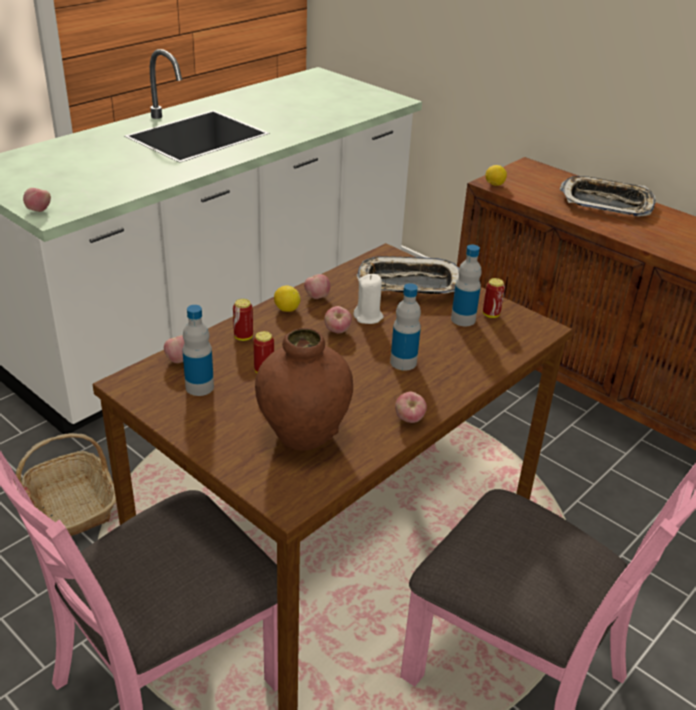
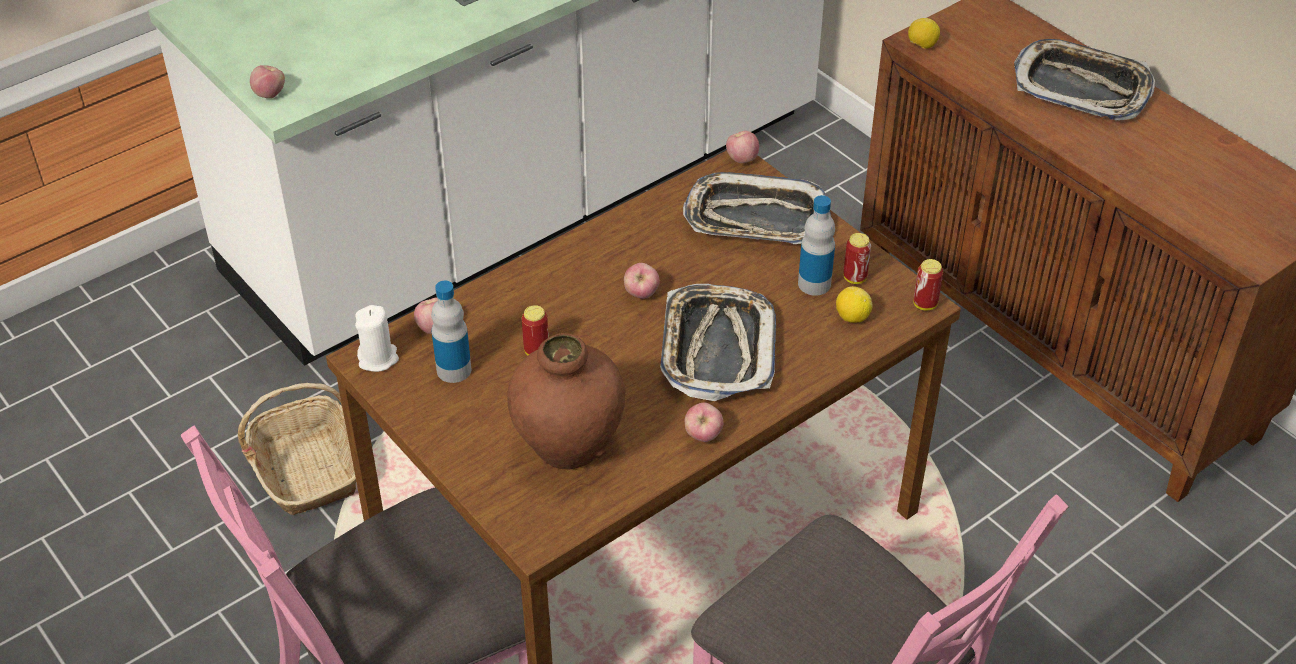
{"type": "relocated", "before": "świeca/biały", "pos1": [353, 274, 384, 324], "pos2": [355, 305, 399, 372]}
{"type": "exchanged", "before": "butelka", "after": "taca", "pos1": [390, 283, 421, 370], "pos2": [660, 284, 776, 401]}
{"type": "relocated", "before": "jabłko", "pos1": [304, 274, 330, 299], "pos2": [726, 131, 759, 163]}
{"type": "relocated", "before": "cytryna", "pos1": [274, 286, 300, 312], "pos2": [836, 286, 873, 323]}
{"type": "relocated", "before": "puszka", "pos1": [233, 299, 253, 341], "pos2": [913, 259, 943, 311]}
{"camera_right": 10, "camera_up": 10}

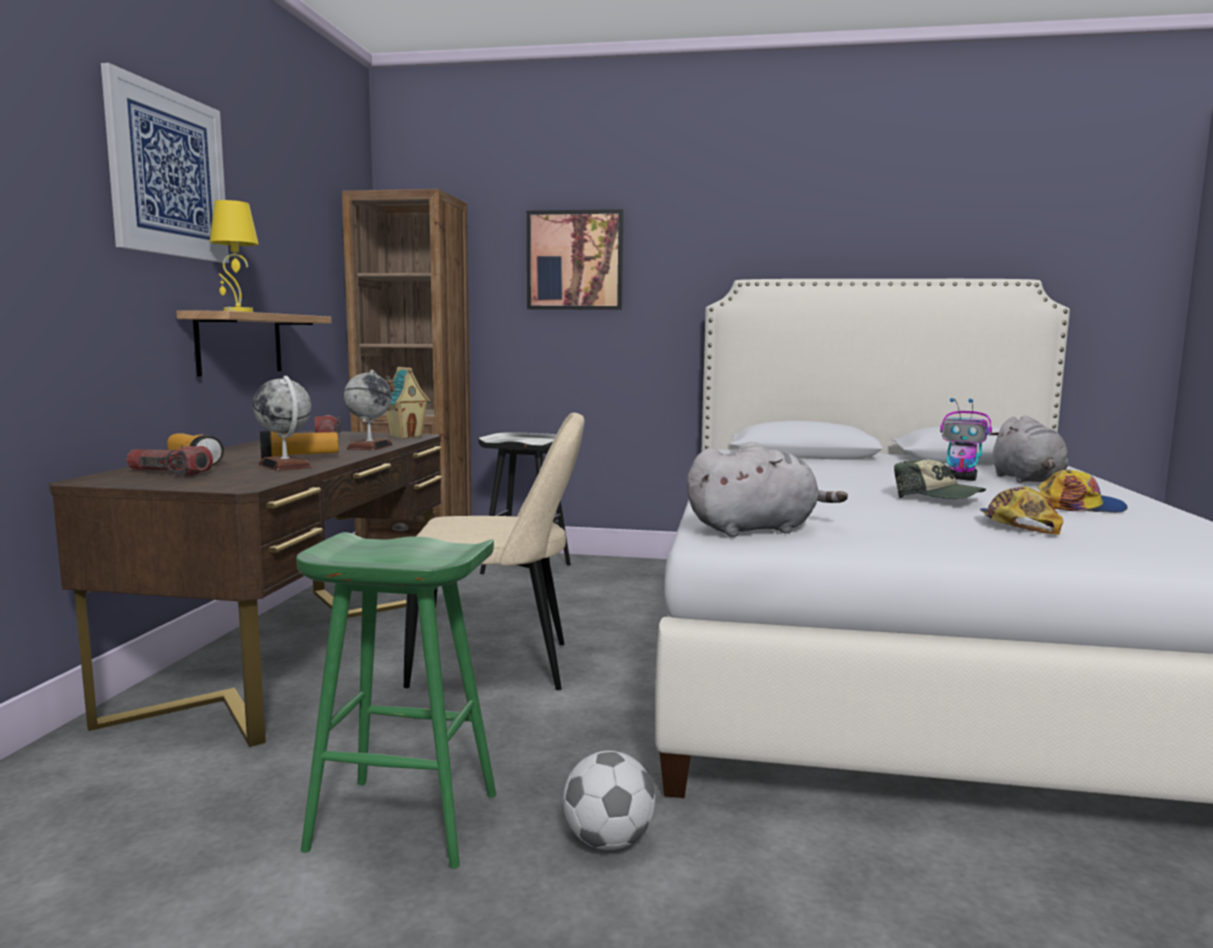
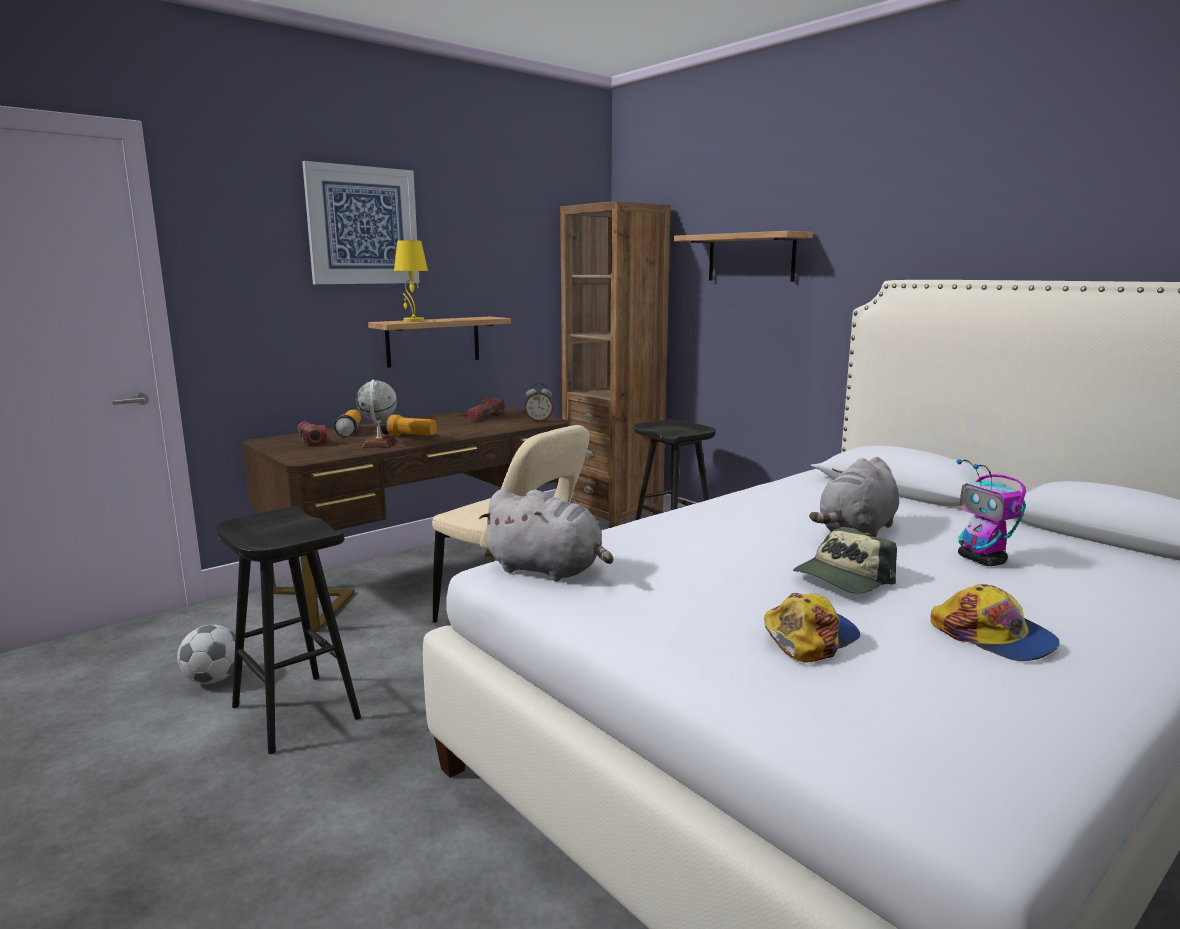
{"type": "relocated", "before": "piłka futbolowa", "pos1": [563, 751, 655, 850], "pos2": [177, 625, 236, 684]}
{"type": "colour", "before": "stołek/zielony", "after": "stołek/czarny", "pos1": [296, 532, 496, 869], "pos2": [216, 506, 361, 754]}
{"type": "exchanged", "before": "domek", "after": "budzik", "pos1": [385, 367, 431, 438], "pos2": [525, 383, 553, 422]}
{"type": "exchanged", "before": "obraz", "after": "półka", "pos1": [527, 209, 623, 310], "pos2": [674, 231, 813, 282]}
{"type": "spun", "before": "czapka z daszkiem", "pos1": [894, 460, 986, 499], "pos2": [793, 527, 897, 594], "turn": 60}
{"type": "relocated", "before": "pluszak/szary", "pos1": [991, 415, 1068, 483], "pos2": [809, 457, 899, 537]}
{"type": "missing", "before": "globus", "pos1": [344, 370, 393, 450]}
{"camera_right": 40, "camera_up": 5}

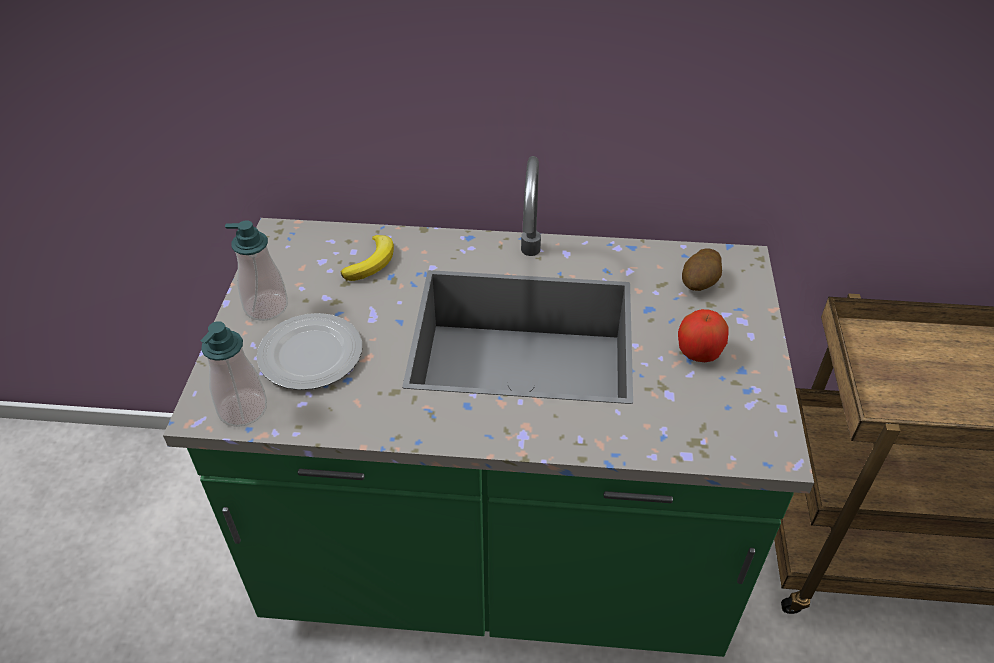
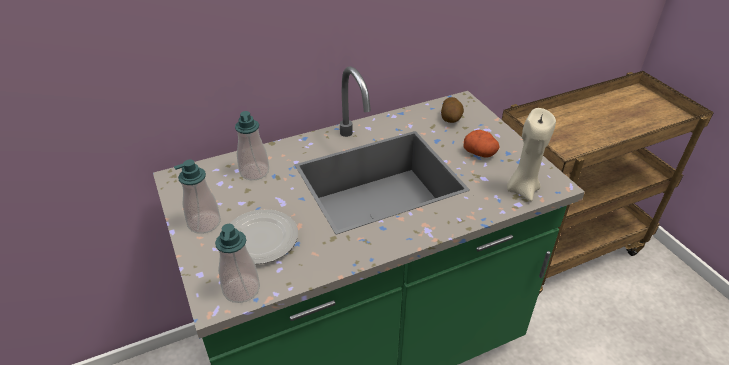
{"type": "exchanged", "before": "banan", "after": "dozownik mydła", "pos1": [341, 235, 394, 281], "pos2": [235, 111, 269, 180]}
{"type": "exchanged", "before": "jabłko", "after": "ziemniak", "pos1": [678, 309, 729, 362], "pos2": [463, 130, 500, 158]}
{"type": "appeared", "after": "świeca/beżowy", "pos2": [507, 108, 556, 201]}
{"camera_right": -30, "camera_up": -5}

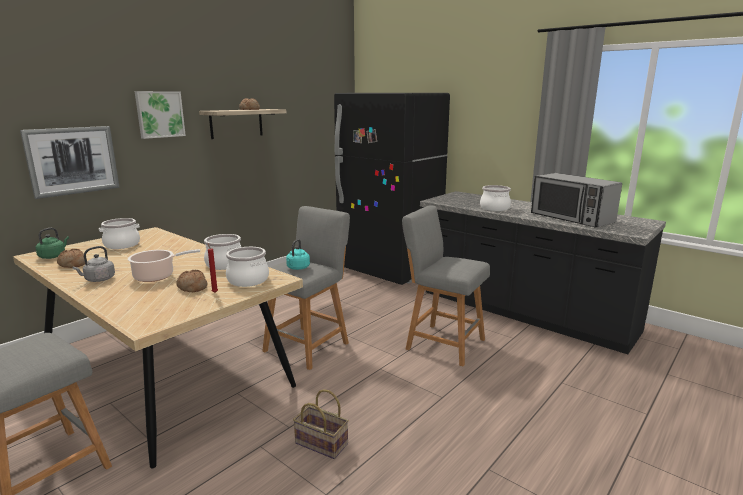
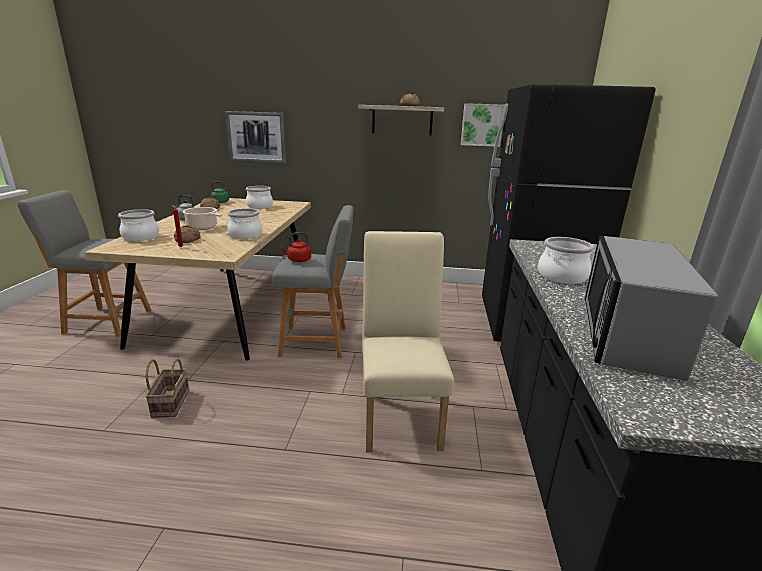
{"type": "relocated", "before": "garnek", "pos1": [226, 247, 269, 287], "pos2": [118, 209, 159, 241]}
{"type": "colour", "before": "czajnik/turkusowy", "after": "czajnik/czerwony", "pos1": [286, 239, 310, 270], "pos2": [280, 232, 311, 262]}
{"type": "exchanged", "before": "stołek/szary", "after": "krzesło/beżowy", "pos1": [402, 205, 490, 366], "pos2": [363, 231, 454, 452]}
{"type": "relocated", "before": "obraz", "pos1": [135, 91, 186, 139], "pos2": [461, 103, 505, 147]}
{"camera_right": 55, "camera_up": 5}

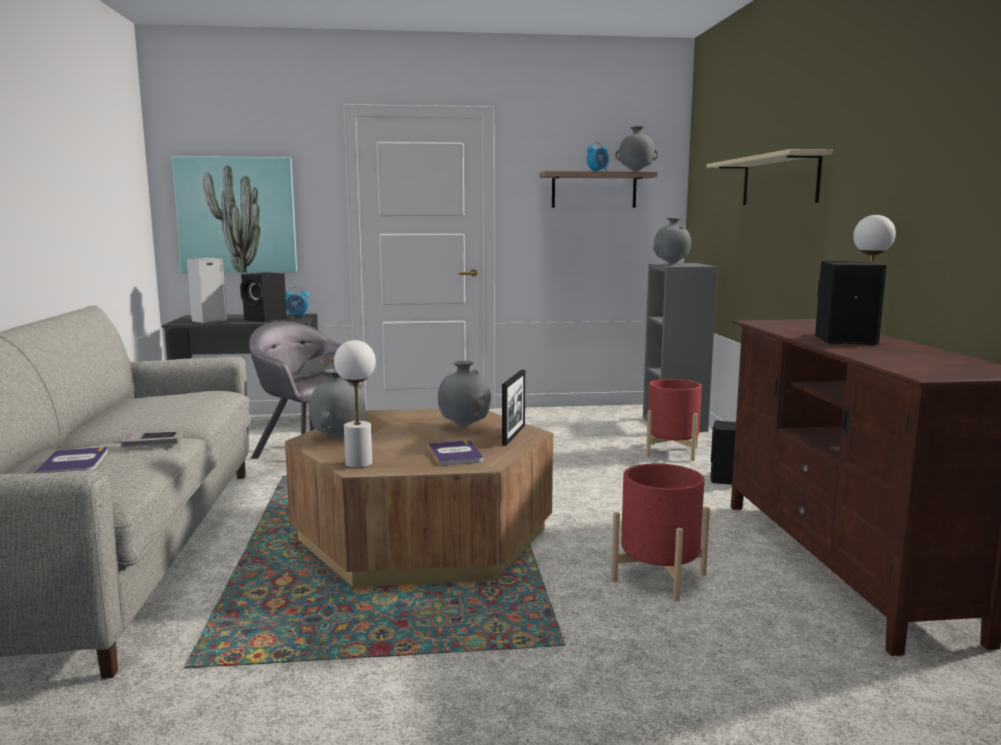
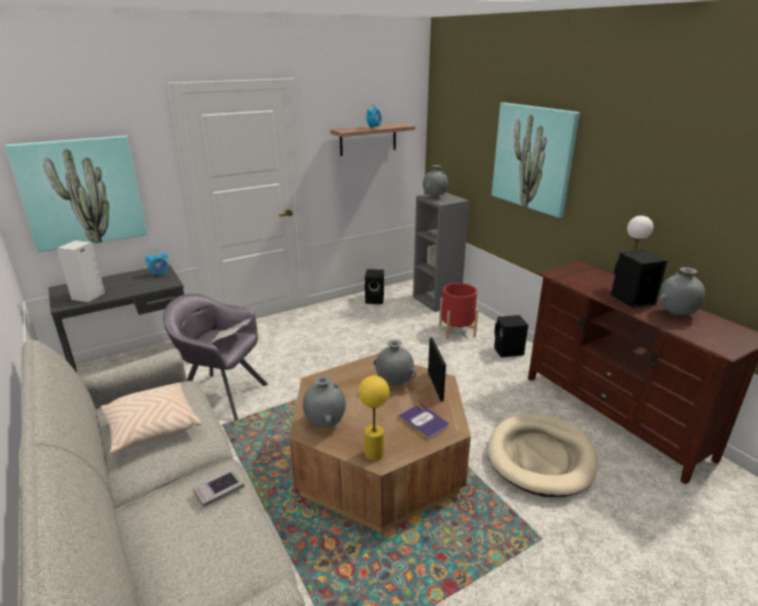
{"type": "appeared", "after": "poduszka/beżowy", "pos2": [100, 383, 202, 453]}
{"type": "colour", "before": "lampa stołowa/biały", "after": "lampa stołowa/żółty", "pos1": [334, 340, 376, 468], "pos2": [358, 376, 390, 461]}
{"type": "relocated", "before": "głośnik/czarny", "pos1": [240, 272, 287, 322], "pos2": [365, 269, 384, 304]}
{"type": "exchanged", "before": "donica/czerwony", "after": "legowisko/beżowy", "pos1": [611, 464, 710, 601], "pos2": [487, 414, 598, 497]}
{"type": "exchanged", "before": "półka/beżowy", "after": "obraz", "pos1": [707, 149, 832, 205], "pos2": [492, 103, 580, 218]}
{"type": "relocated", "before": "wazon/szary", "pos1": [615, 126, 658, 172], "pos2": [659, 267, 705, 315]}
{"type": "missing", "before": "książka", "pos1": [34, 447, 108, 473]}
{"camera_right": -25, "camera_up": 15}

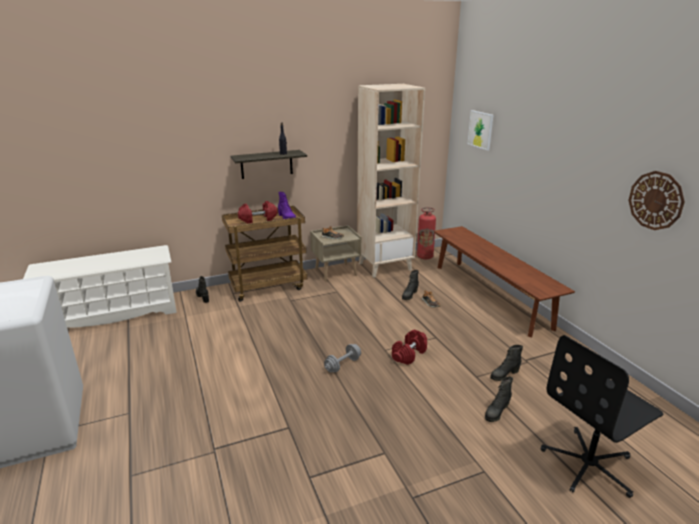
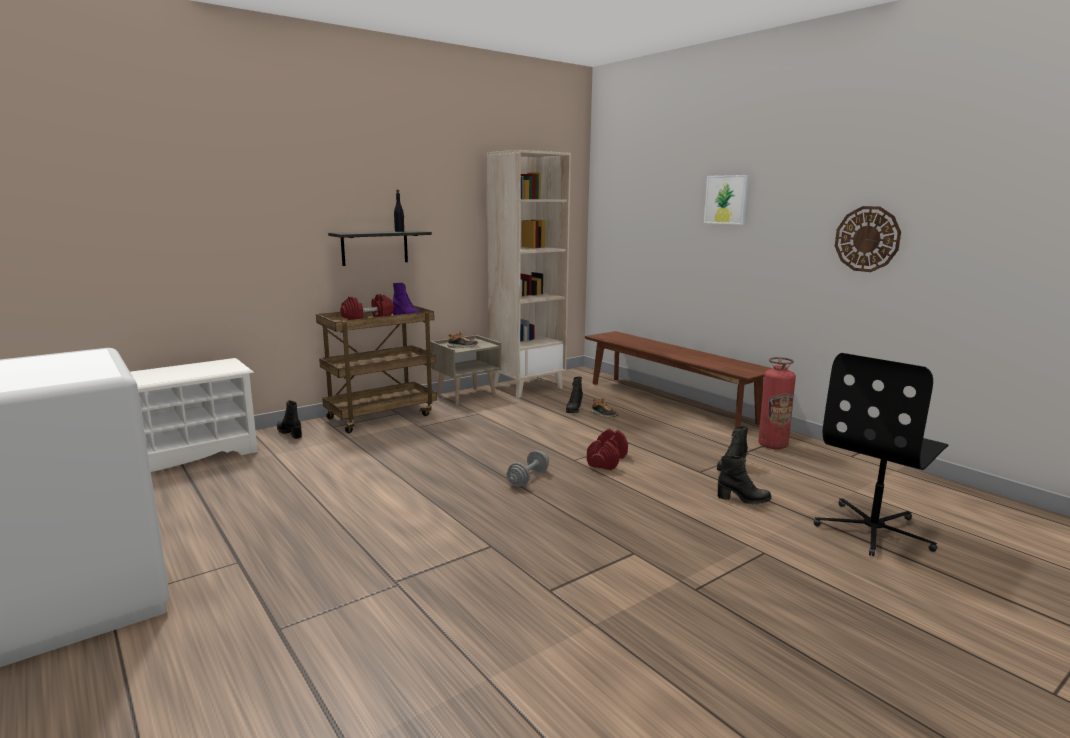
{"type": "relocated", "before": "obraz", "pos1": [468, 110, 493, 151], "pos2": [704, 175, 749, 225]}
{"type": "spun", "before": "but z cholewką/czarny", "pos1": [485, 377, 513, 422], "pos2": [718, 456, 771, 504], "turn": -105}
{"type": "relocated", "before": "gaśnica", "pos1": [417, 207, 436, 259], "pos2": [758, 357, 796, 449]}
{"camera_right": -15, "camera_up": -10}

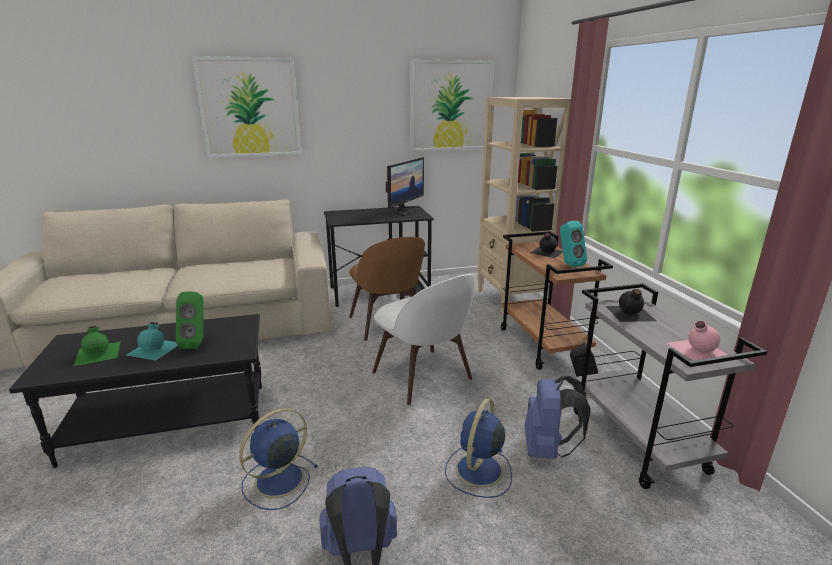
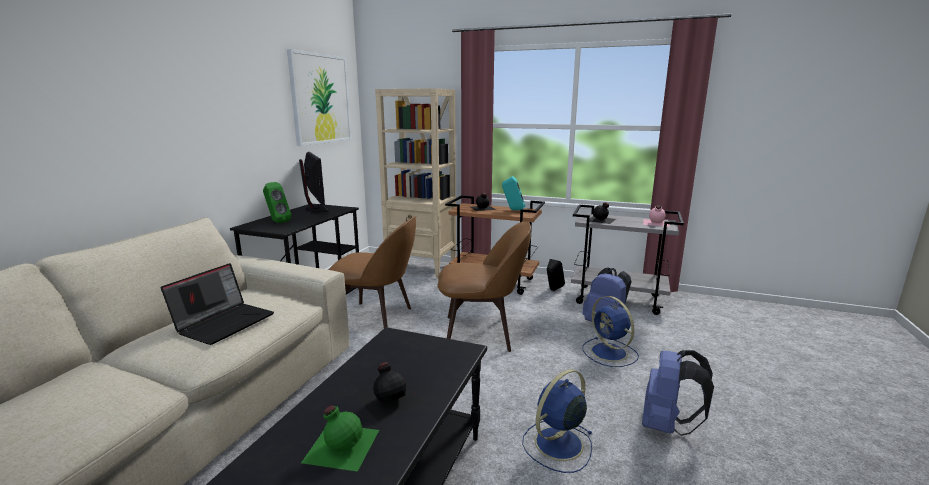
{"type": "appeared", "after": "laptop", "pos2": [161, 263, 274, 345]}
{"type": "relocated", "before": "głośnik/zielony", "pos1": [176, 291, 203, 349], "pos2": [263, 182, 291, 223]}
{"type": "colour", "before": "butelka/turkusowy", "after": "butelka/czarny", "pos1": [127, 322, 178, 361], "pos2": [356, 362, 424, 423]}
{"type": "colour", "before": "krzesło/biały", "after": "krzesło/brązowy", "pos1": [372, 274, 478, 405], "pos2": [437, 221, 531, 352]}
{"type": "spun", "before": "wentylator/niebieski", "pos1": [239, 408, 318, 510], "pos2": [522, 369, 593, 473], "turn": 60}
{"type": "missing", "before": "obraz", "pos1": [192, 56, 302, 158]}
{"camera_right": -55, "camera_up": -5}

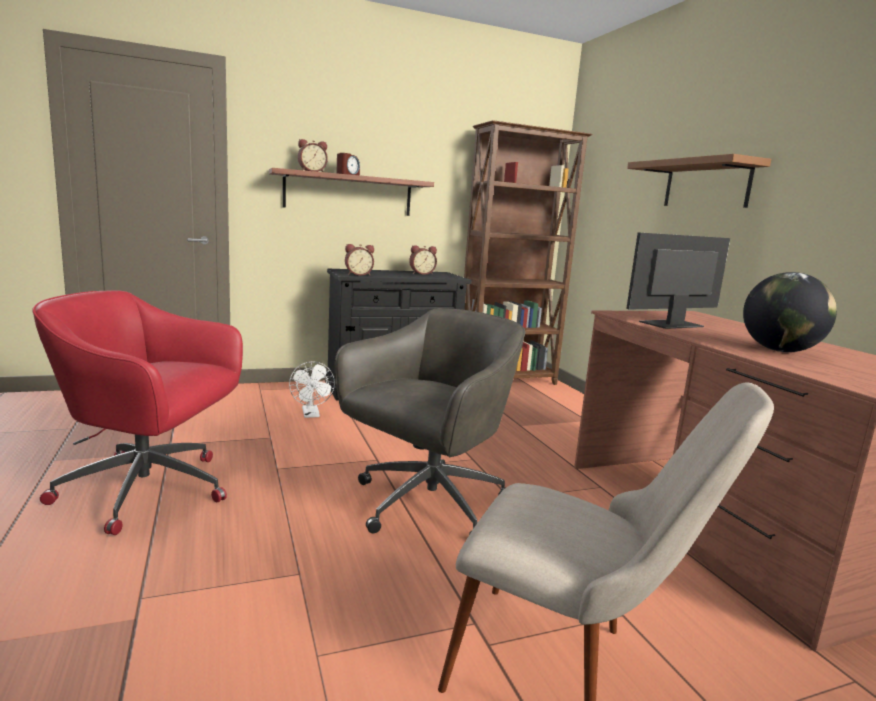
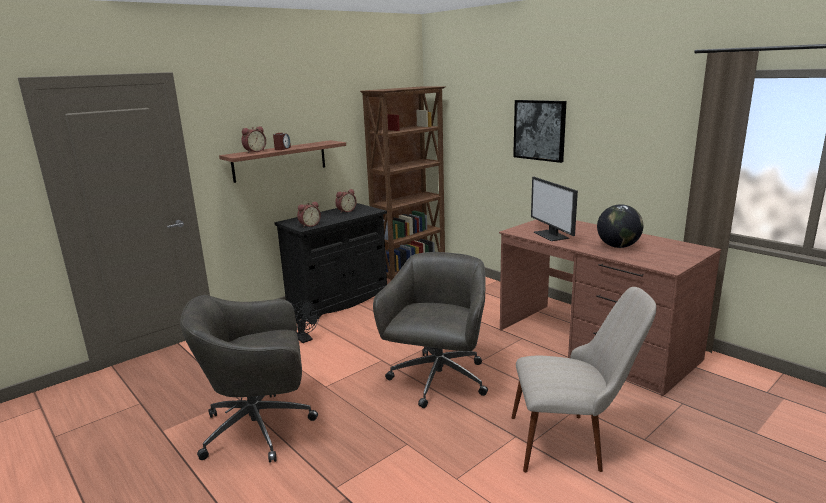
{"type": "colour", "before": "krzesło biurowe/czerwony", "after": "krzesło biurowe/szary", "pos1": [32, 291, 243, 535], "pos2": [180, 295, 318, 462]}
{"type": "colour", "before": "wentylator/biały", "after": "wentylator/czarny", "pos1": [289, 361, 335, 418], "pos2": [293, 301, 319, 343]}
{"type": "exchanged", "before": "półka/brązowy", "after": "obraz", "pos1": [627, 154, 771, 208], "pos2": [513, 100, 567, 163]}
{"type": "spun", "before": "monitor", "pos1": [626, 232, 730, 329], "pos2": [531, 177, 578, 241], "turn": -60}
{"camera_right": -20, "camera_up": 5}

